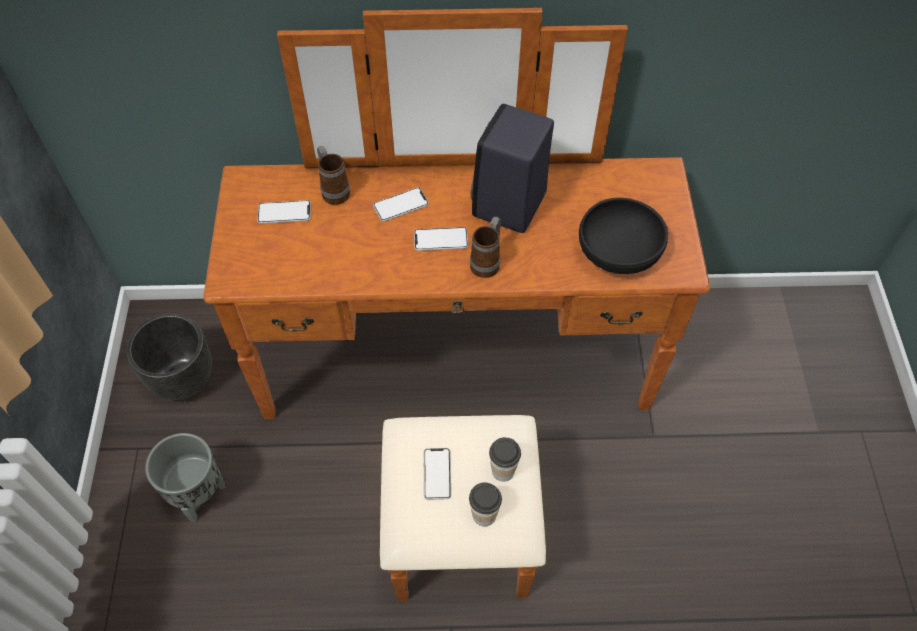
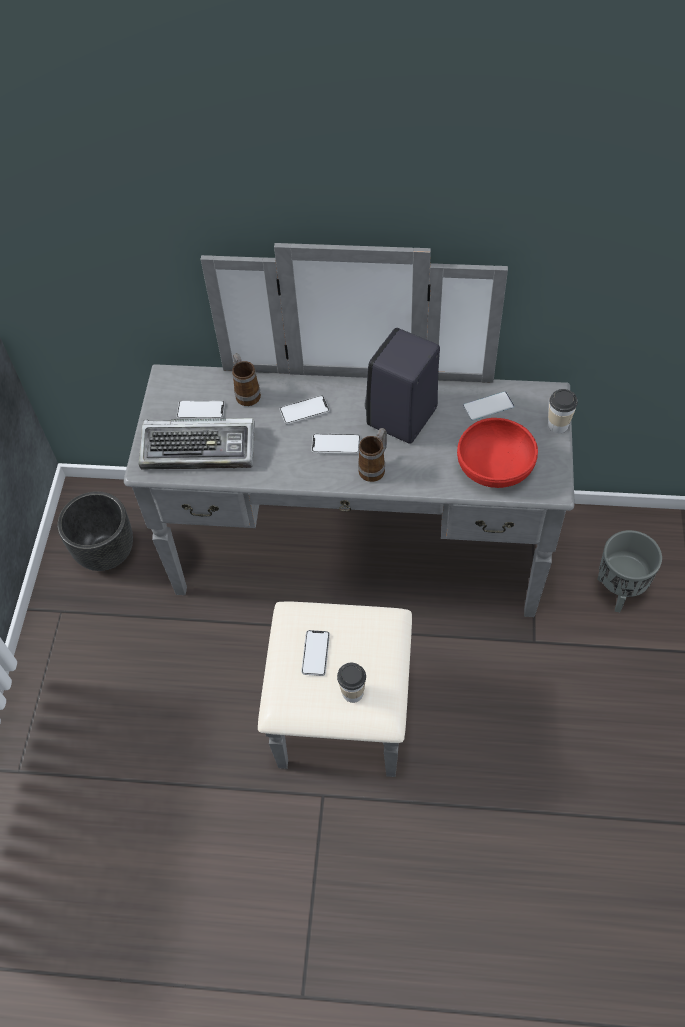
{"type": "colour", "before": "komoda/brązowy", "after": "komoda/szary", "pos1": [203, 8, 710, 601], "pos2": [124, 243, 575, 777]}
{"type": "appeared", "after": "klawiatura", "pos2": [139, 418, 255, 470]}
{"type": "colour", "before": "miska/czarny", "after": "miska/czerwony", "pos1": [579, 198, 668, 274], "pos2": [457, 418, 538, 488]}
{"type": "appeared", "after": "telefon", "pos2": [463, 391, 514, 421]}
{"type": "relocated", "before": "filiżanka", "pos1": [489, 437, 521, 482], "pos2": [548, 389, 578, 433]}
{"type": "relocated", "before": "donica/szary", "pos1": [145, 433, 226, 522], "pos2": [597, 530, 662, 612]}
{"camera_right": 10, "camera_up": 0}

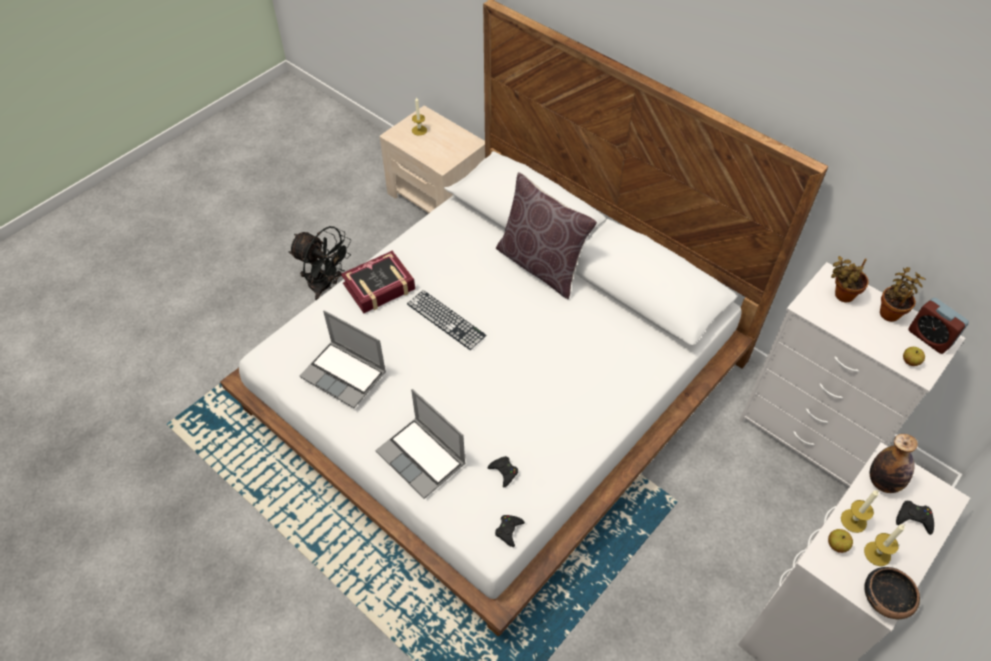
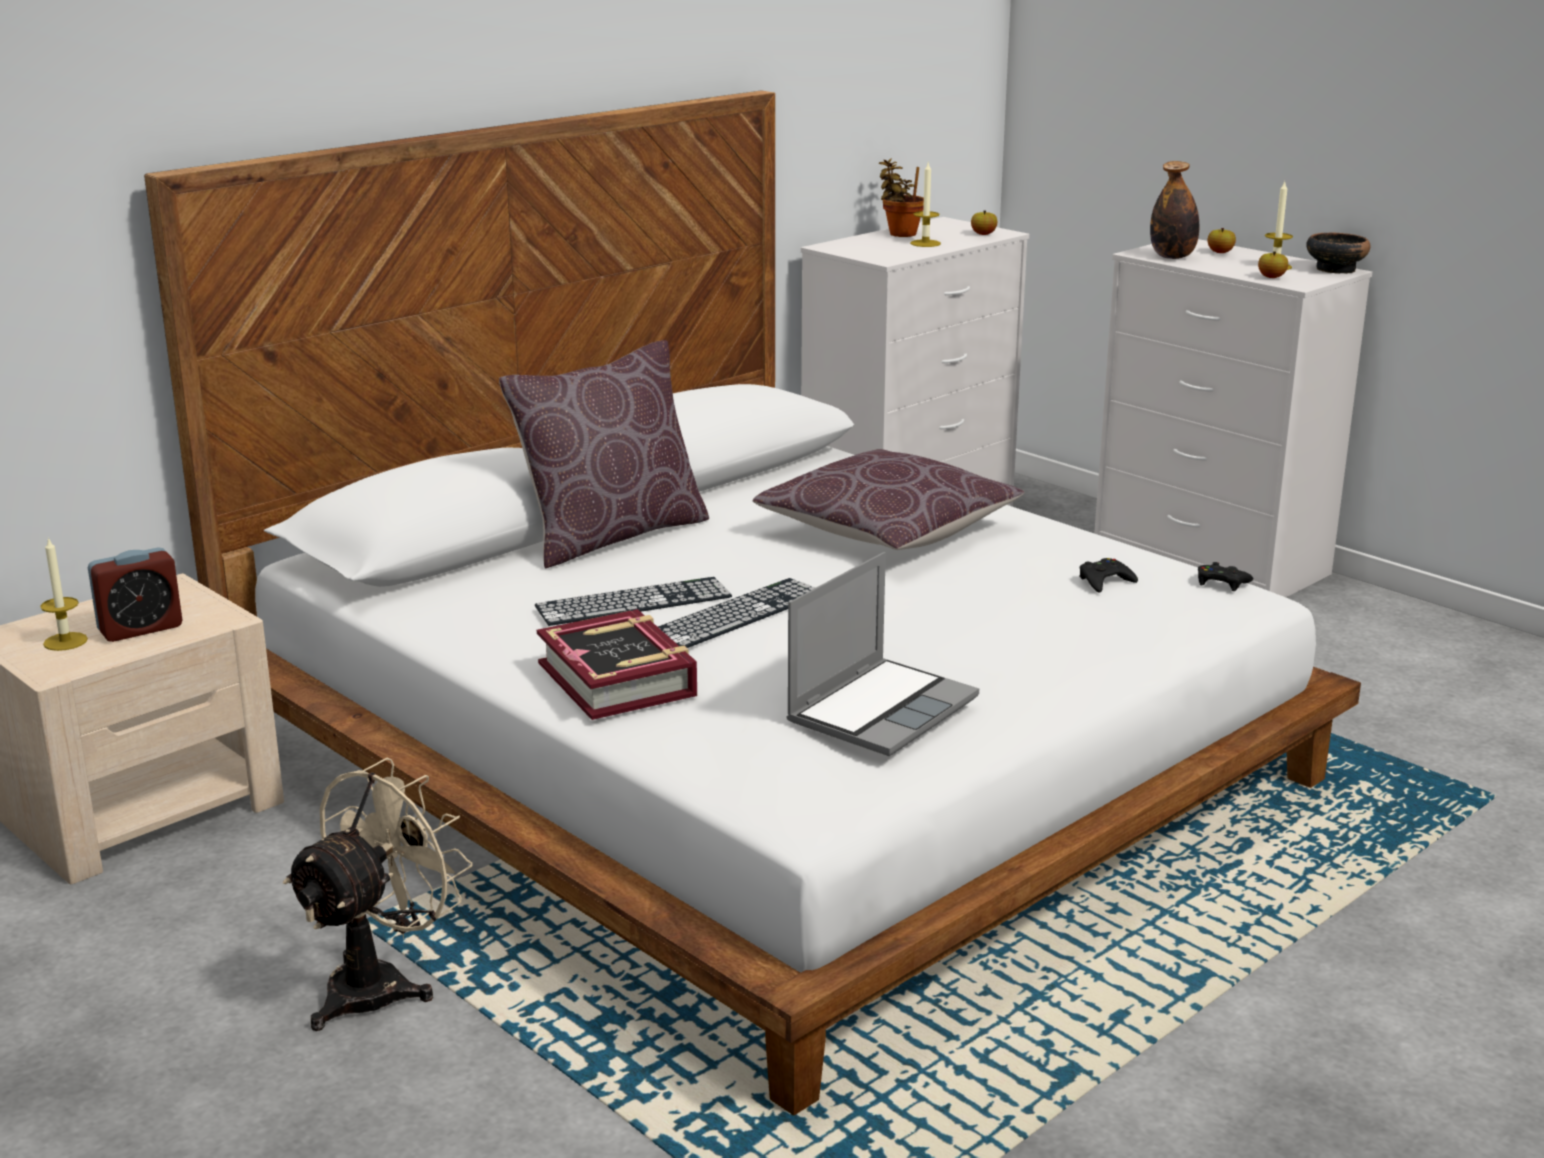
{"type": "relocated", "before": "budzik", "pos1": [909, 298, 969, 354], "pos2": [88, 547, 183, 642]}
{"type": "colour", "before": "wentylator/czarny", "after": "wentylator/beżowy", "pos1": [288, 226, 351, 300], "pos2": [283, 758, 472, 1031]}
{"type": "appeared", "after": "klawiatura", "pos2": [535, 577, 732, 626]}
{"type": "appeared", "after": "poduszka/brązowy", "pos2": [753, 449, 1025, 550]}
{"type": "relocated", "before": "świeca", "pos1": [841, 490, 879, 533], "pos2": [910, 163, 941, 247]}
{"type": "exchanged", "before": "pad do gier/czarny", "after": "jabłko", "pos1": [896, 501, 934, 535], "pos2": [1208, 228, 1236, 253]}
{"type": "missing", "before": "laptop", "pos1": [376, 389, 466, 499]}
{"type": "missing", "before": "roślina doniczkowa", "pos1": [831, 256, 869, 302]}
{"camera_right": -85, "camera_up": -30}

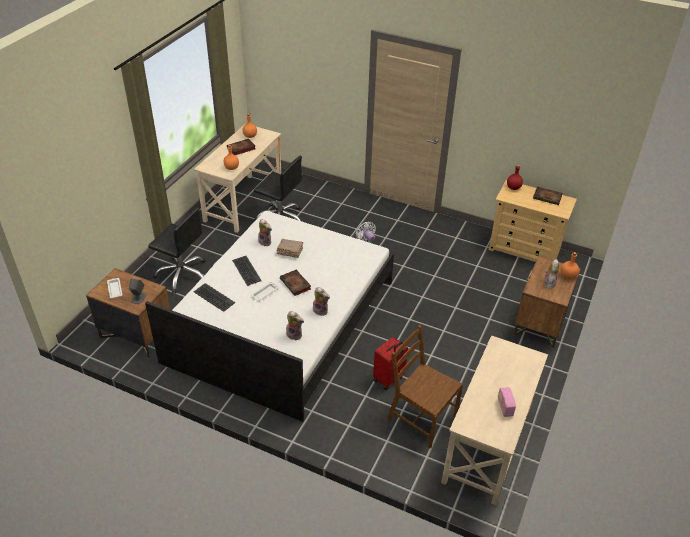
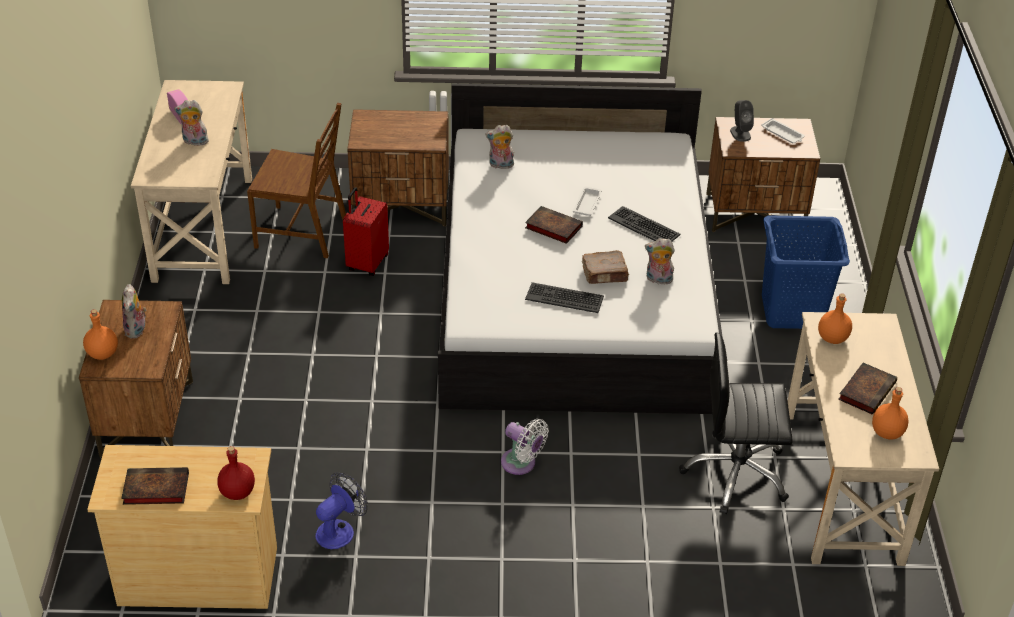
{"type": "relocated", "before": "pluszak", "pos1": [313, 287, 330, 316], "pos2": [174, 100, 210, 146]}
{"type": "appeared", "after": "wentylator", "pos2": [315, 472, 368, 550]}
{"type": "appeared", "after": "szafka nocna/brązowy", "pos2": [347, 109, 449, 227]}
{"type": "relocated", "before": "klawiatura", "pos1": [194, 283, 235, 312], "pos2": [525, 282, 604, 313]}
{"type": "exchanged", "before": "krzesło biurowe/czarny", "after": "kosz na pranie/niebieski", "pos1": [148, 207, 205, 293], "pos2": [762, 215, 850, 329]}
{"camera_right": 155, "camera_up": 0}

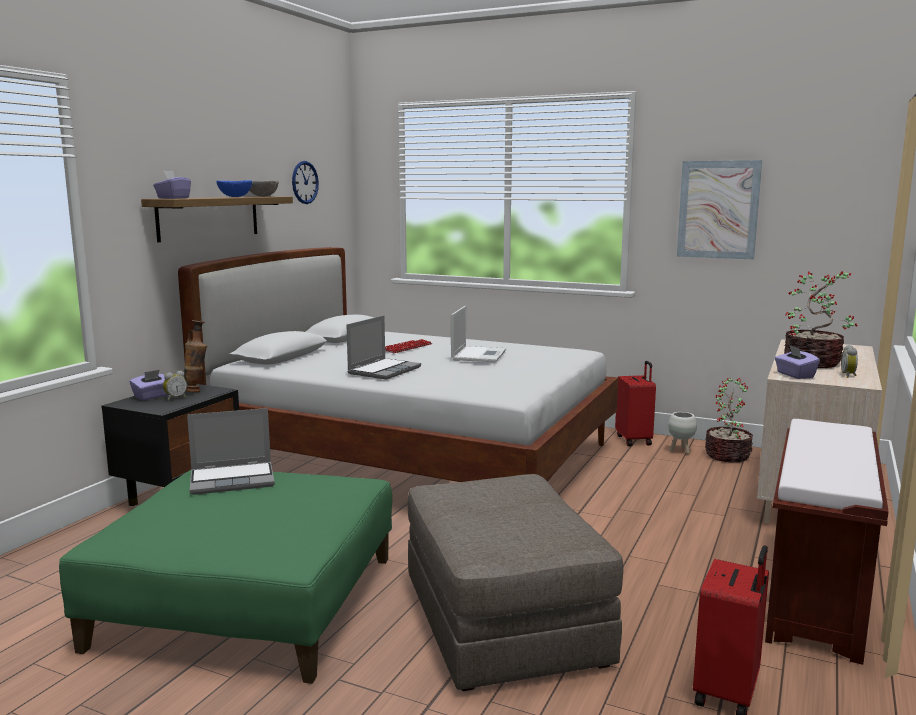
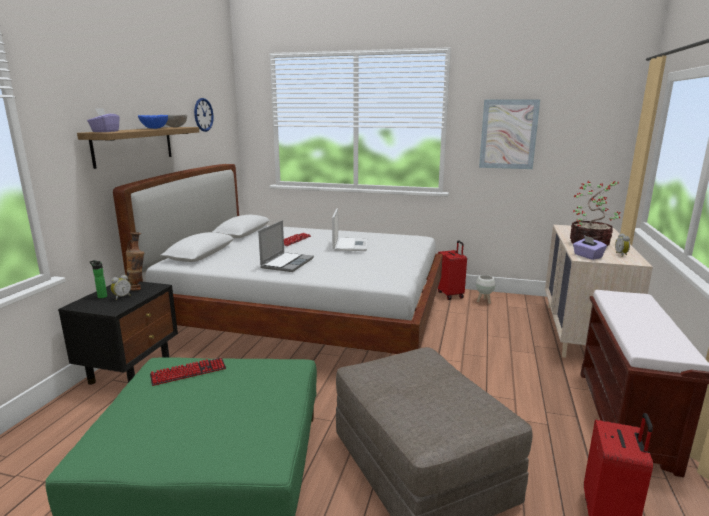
{"type": "exchanged", "before": "pudełko chusteczek/fioletowy", "after": "butelka", "pos1": [130, 370, 168, 400], "pos2": [90, 260, 107, 299]}
{"type": "exchanged", "before": "laptop", "after": "klawiatura", "pos1": [187, 408, 275, 495], "pos2": [150, 358, 226, 386]}
{"type": "missing", "before": "roślina doniczkowa", "pos1": [705, 378, 753, 462]}
{"camera_right": -10, "camera_up": 5}

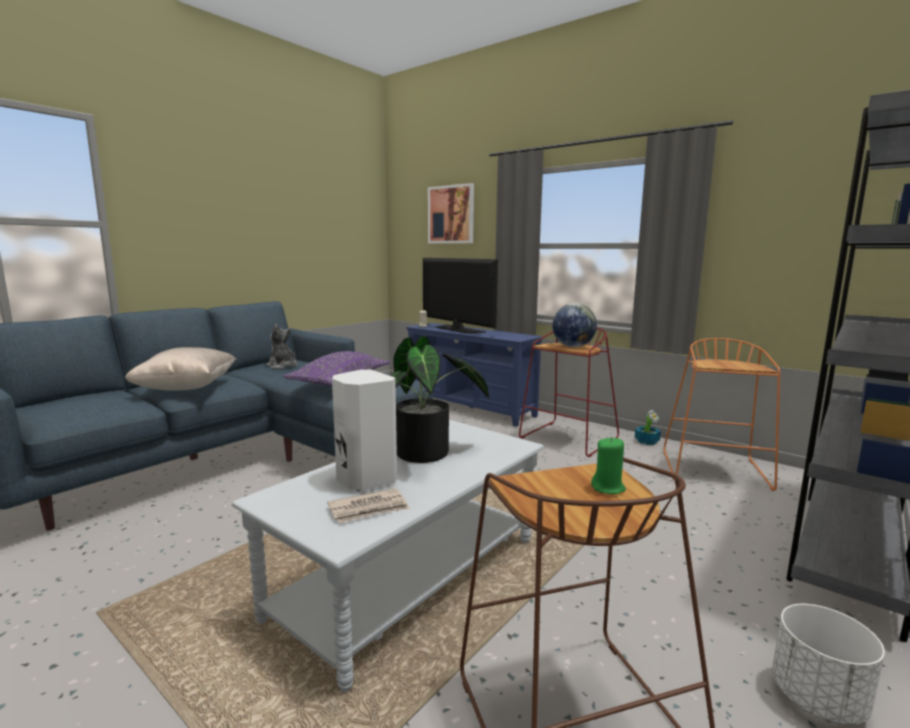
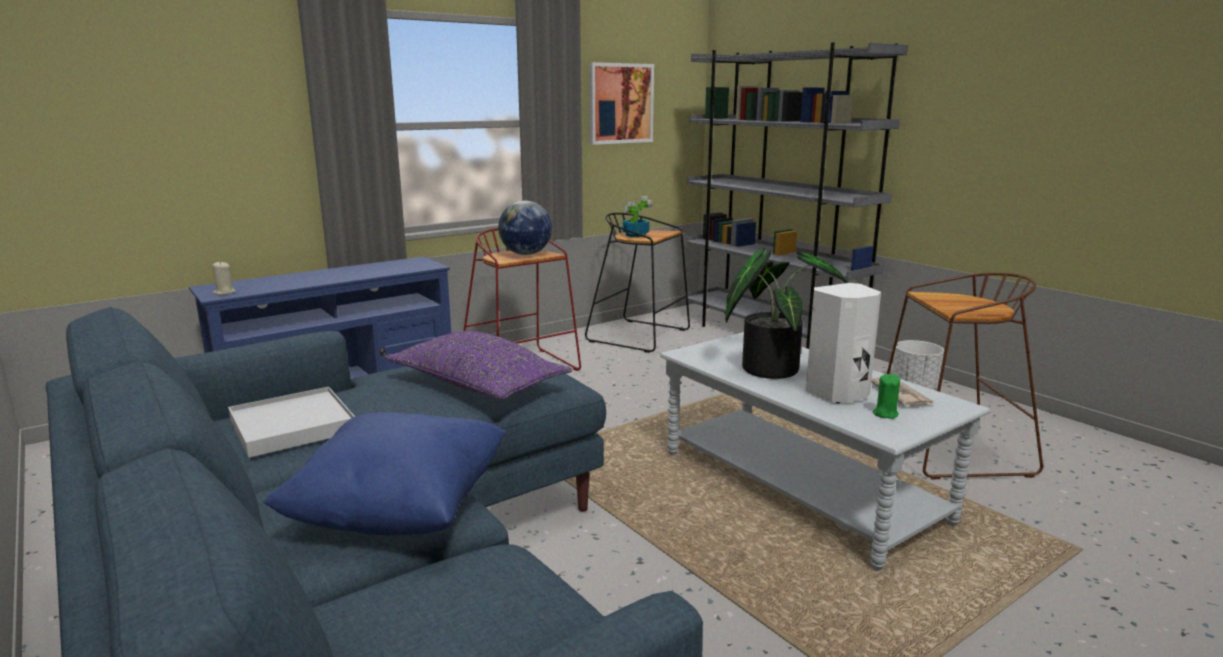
{"type": "exchanged", "before": "pluszak", "after": "taca/biały", "pos1": [267, 324, 297, 369], "pos2": [228, 387, 355, 458]}
{"type": "colour", "before": "poduszka/beżowy", "after": "poduszka/niebieski", "pos1": [125, 347, 237, 391], "pos2": [263, 412, 506, 535]}
{"type": "colour", "before": "stołek/pomarańczowy", "after": "stołek/czarny", "pos1": [663, 338, 780, 491], "pos2": [585, 213, 690, 353]}
{"type": "relocated", "before": "obraz", "pos1": [428, 183, 474, 243], "pos2": [589, 62, 654, 145]}
{"type": "relocated", "before": "roślina doniczkowa", "pos1": [635, 410, 661, 445], "pos2": [623, 196, 652, 237]}
{"type": "relocated", "before": "świeca/zielony", "pos1": [591, 437, 626, 494], "pos2": [873, 374, 900, 419]}
{"type": "missing", "before": "telewizor", "pos1": [423, 258, 498, 333]}
{"camera_right": -75, "camera_up": 5}

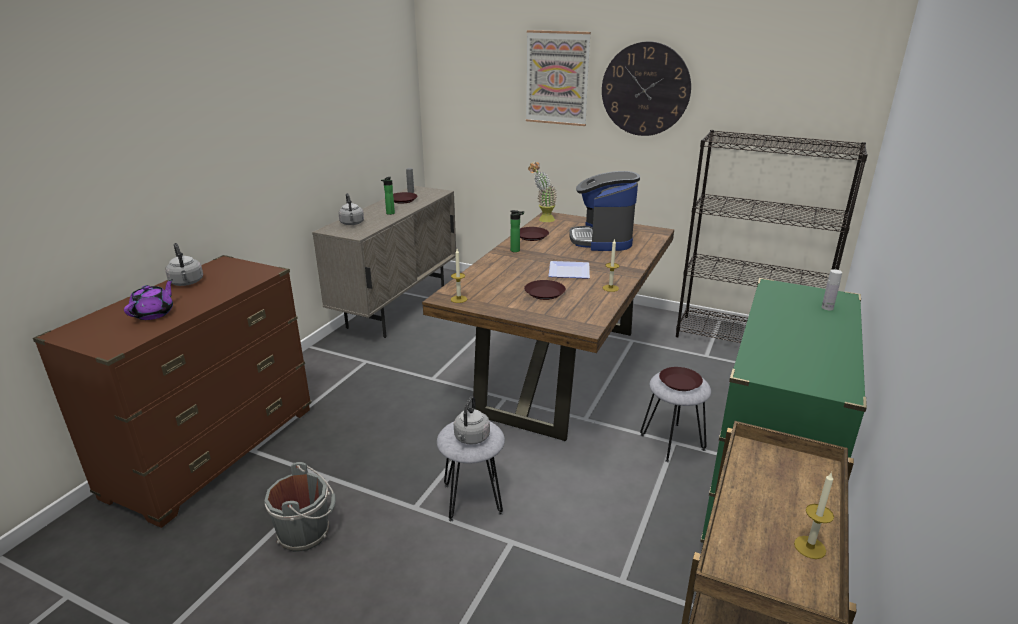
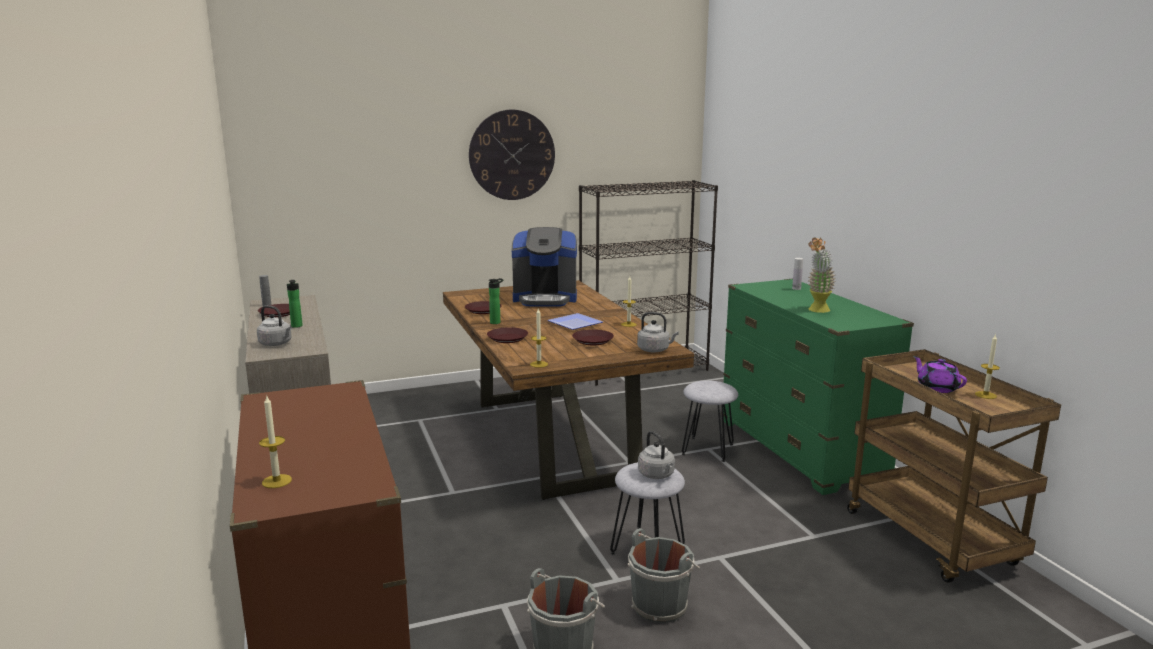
{"type": "appeared", "after": "świeca", "pos2": [259, 396, 292, 488]}
{"type": "relocated", "before": "talerz/brązowy", "pos1": [659, 367, 703, 391], "pos2": [487, 327, 528, 343]}
{"type": "spun", "before": "ekspres do kawy", "pos1": [569, 171, 640, 251], "pos2": [512, 227, 577, 307], "turn": -45}
{"type": "appeared", "after": "wiadro/szary", "pos2": [627, 528, 700, 623]}
{"type": "relocated", "before": "czajnik/szary", "pos1": [165, 243, 203, 286], "pos2": [637, 312, 679, 352]}
{"type": "relocated", "before": "roślina doniczkowa", "pos1": [528, 162, 557, 222], "pos2": [808, 238, 836, 313]}
{"type": "relocated", "before": "imbryk/fioletowy", "pos1": [124, 279, 173, 320], "pos2": [913, 356, 967, 393]}
{"type": "missing", "before": "obraz", "pos1": [526, 30, 591, 126]}
{"camera_right": -45, "camera_up": -10}

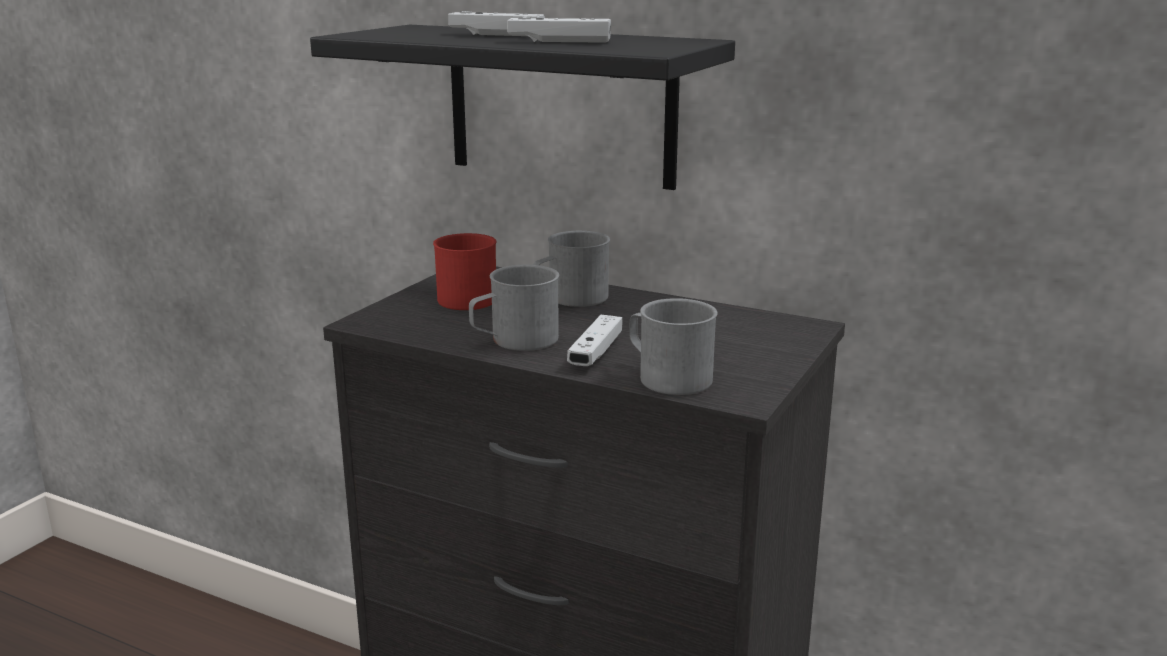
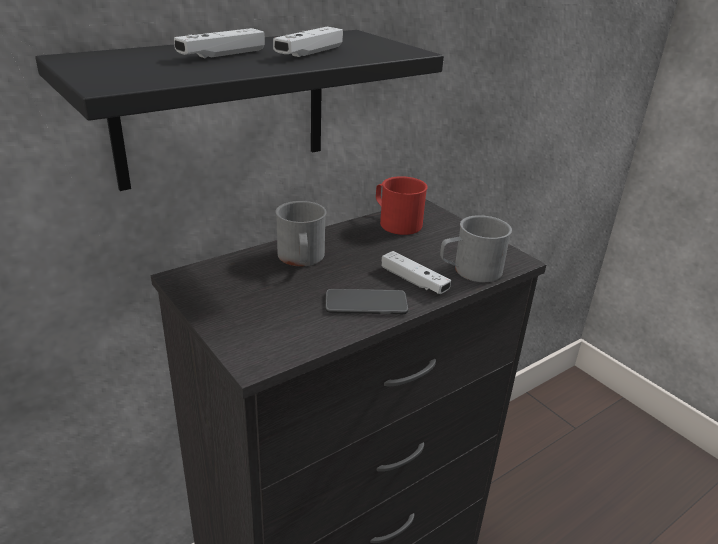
{"type": "exchanged", "before": "kubek/szary", "after": "telefon", "pos1": [469, 264, 559, 351], "pos2": [325, 289, 408, 314]}
{"type": "relocated", "before": "kubek/czerwony", "pos1": [433, 233, 496, 310], "pos2": [376, 176, 428, 235]}
{"camera_right": -65, "camera_up": 10}

